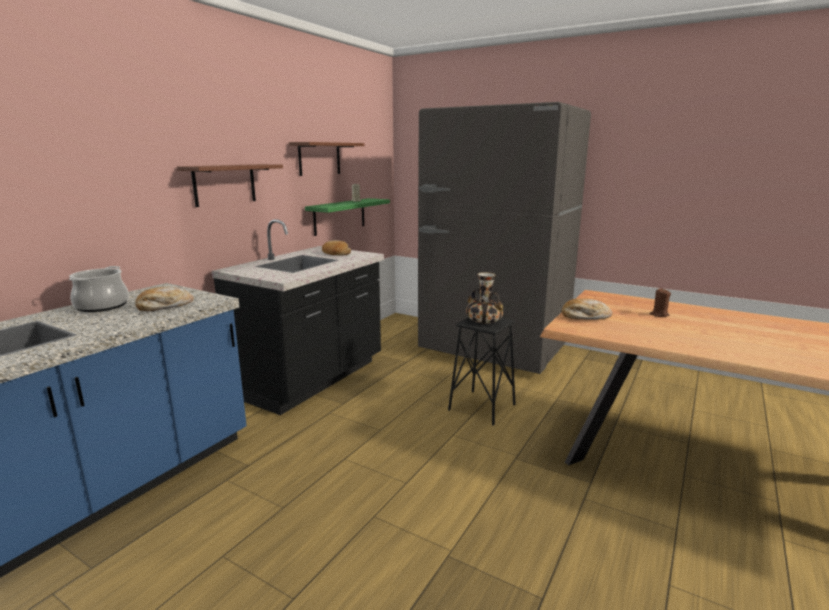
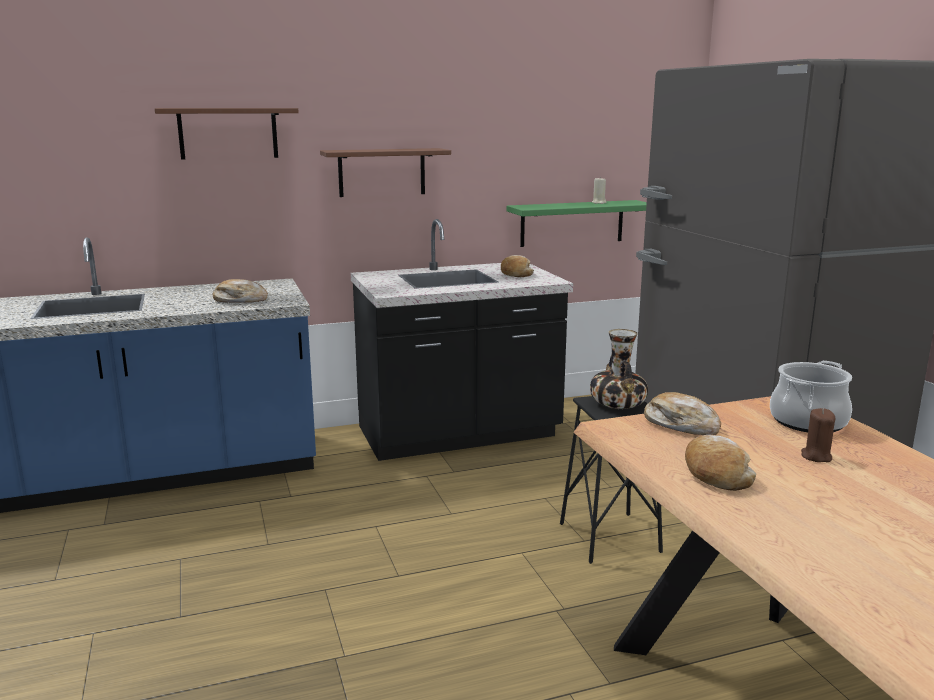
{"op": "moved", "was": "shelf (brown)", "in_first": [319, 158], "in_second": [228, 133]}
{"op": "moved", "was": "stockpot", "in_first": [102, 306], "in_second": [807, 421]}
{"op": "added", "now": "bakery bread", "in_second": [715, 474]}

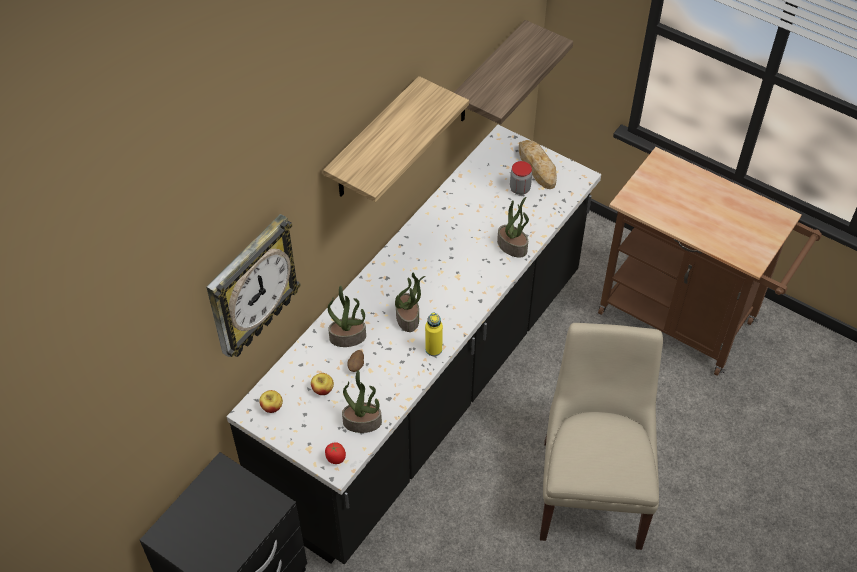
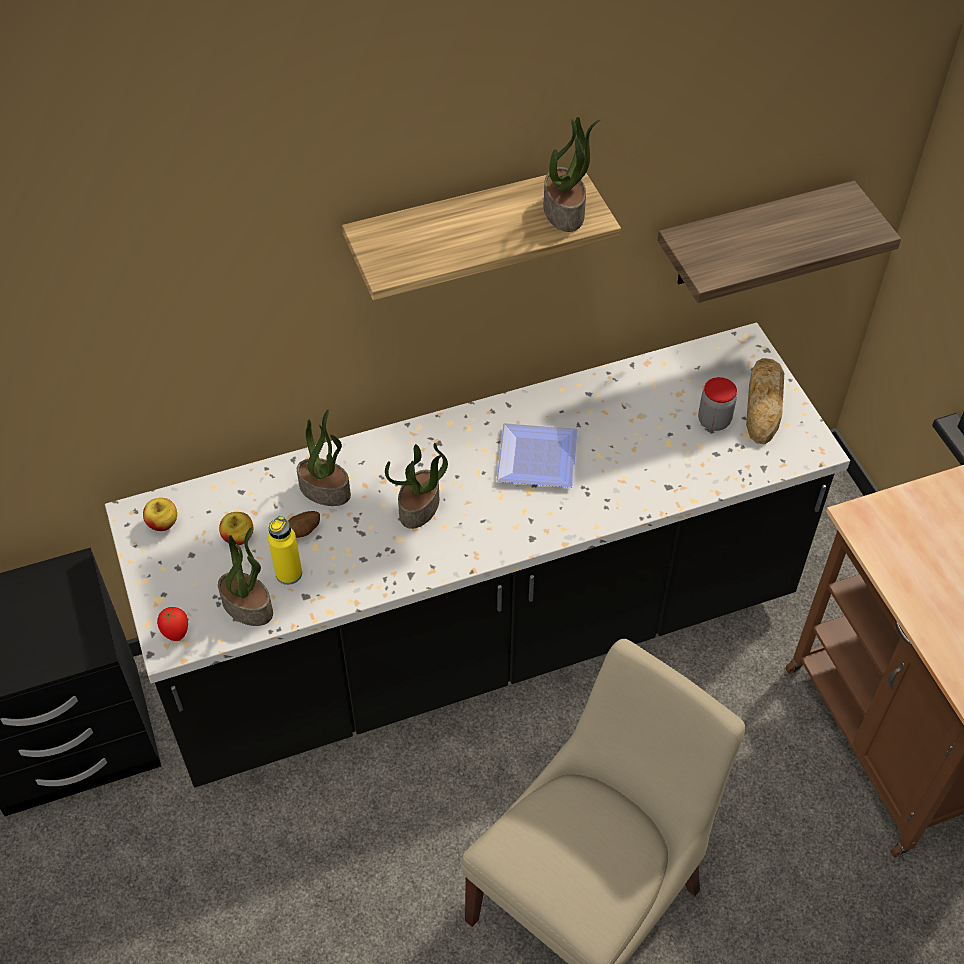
{"op": "moved", "was": "potted plant", "in_first": [513, 246], "in_second": [565, 211]}
{"op": "removed", "was": "hanging clock", "in_first": [251, 288]}
{"op": "moved", "was": "beverage bottle (yellow)", "in_first": [433, 349], "in_second": [289, 573]}
{"op": "added", "now": "dinner plate", "in_second": [540, 456]}

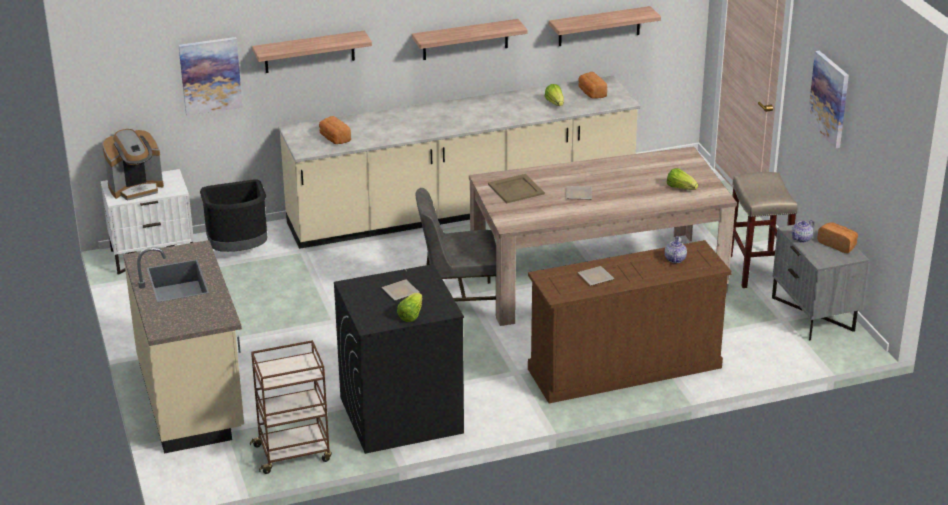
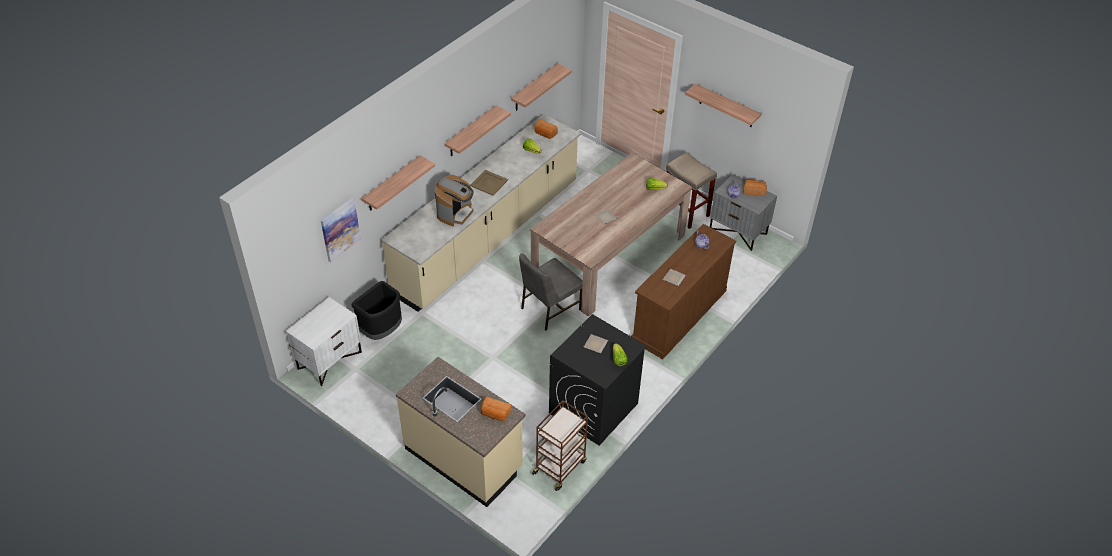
{"op": "replaced", "was": "wall picture", "now": "shelf", "in_first": [829, 99], "in_second": [726, 106]}
{"op": "moved", "was": "bakery bread", "in_first": [334, 138], "in_second": [495, 414]}
{"op": "moved", "was": "coffee maker", "in_first": [136, 188], "in_second": [455, 213]}
{"op": "moved", "was": "carrying tray (sand-coloured)", "in_first": [515, 189], "in_second": [488, 183]}

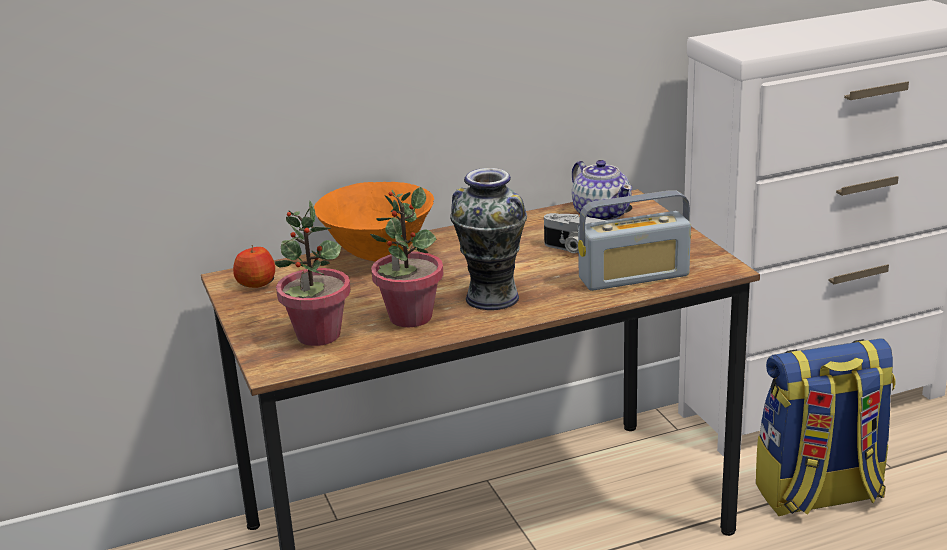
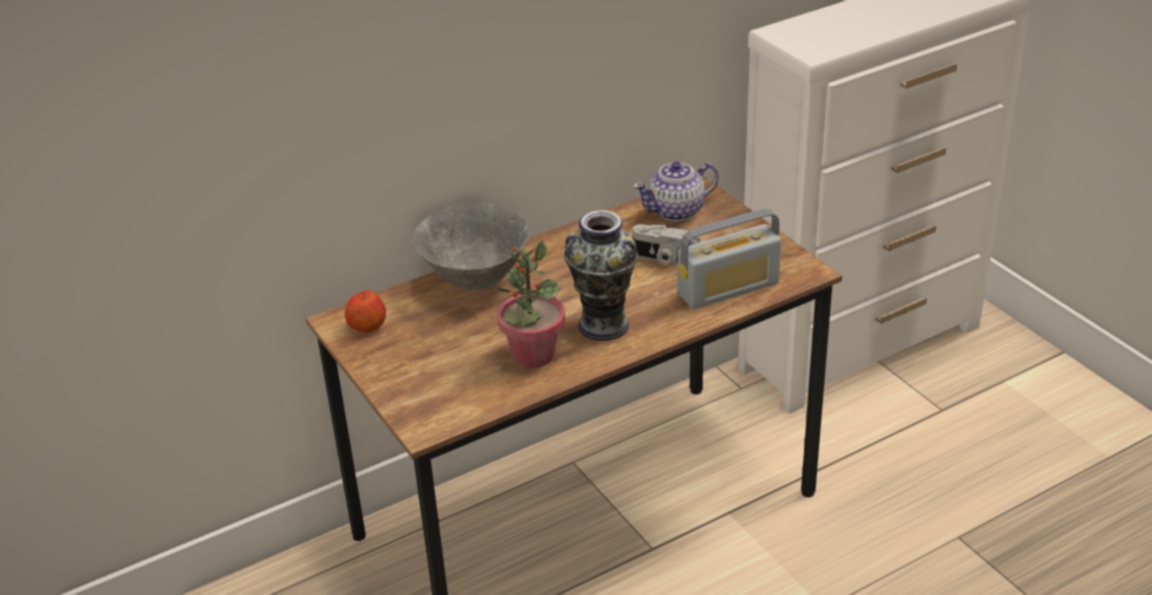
{"op": "turned", "was": "teapot", "in_first": [601, 214], "in_second": [677, 211], "clockwise": 105}
{"op": "recoloured", "was": "bowl (orange)", "now": "bowl (grey)", "in_first": [378, 255], "in_second": [475, 280]}
{"op": "removed", "was": "potted plant", "in_first": [318, 335]}
{"op": "removed", "was": "knapsack", "in_first": [819, 495]}

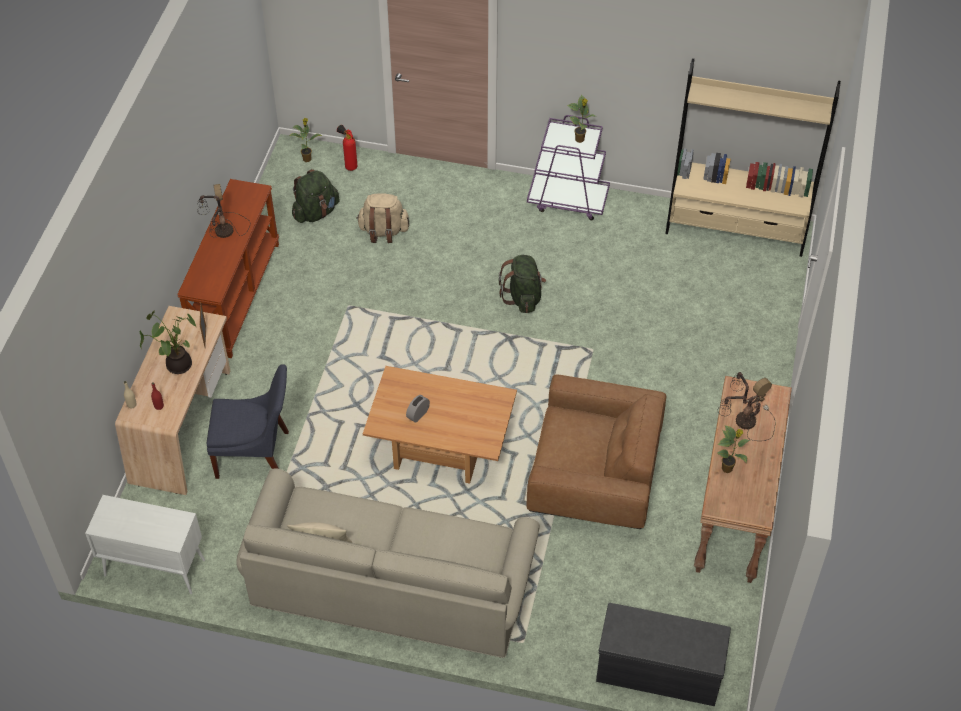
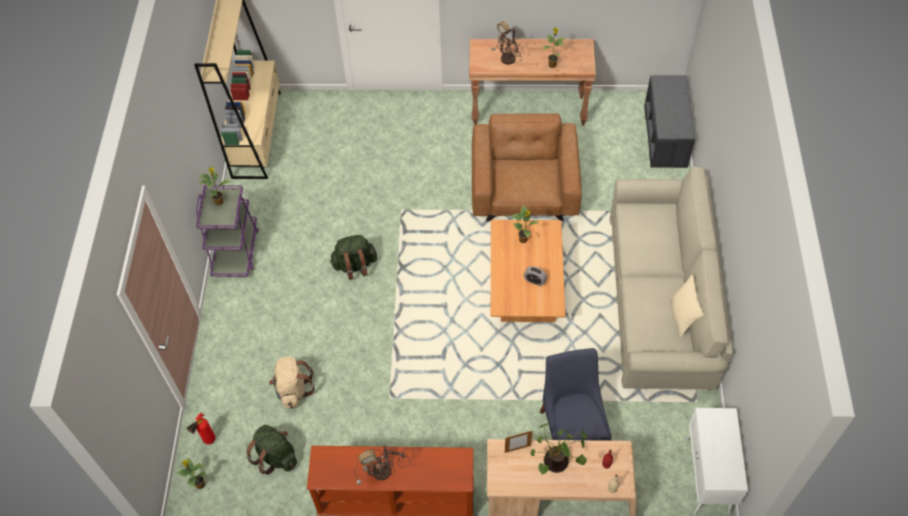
{"op": "added", "now": "potted plant", "in_second": [523, 240]}

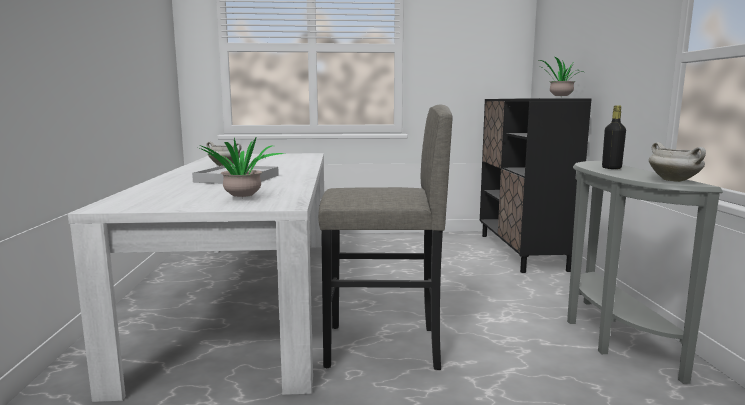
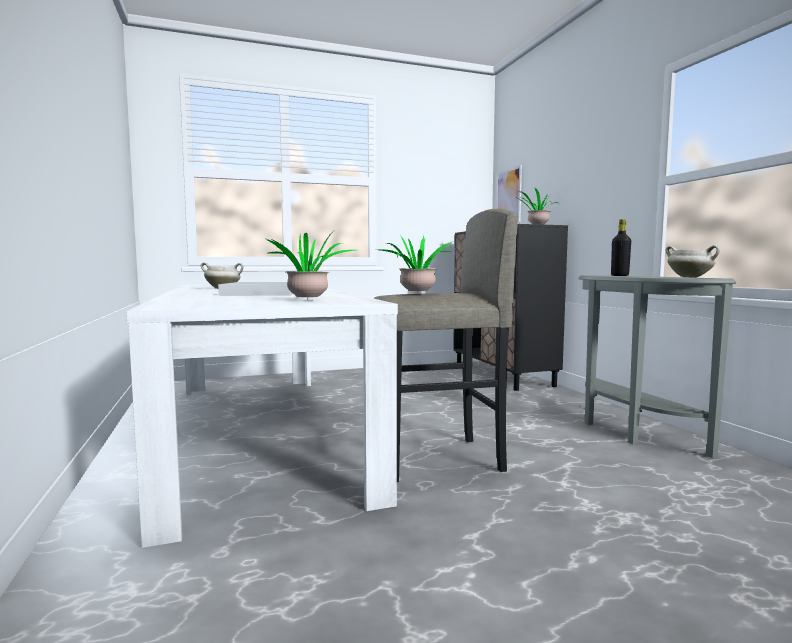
{"op": "added", "now": "wall picture", "in_second": [508, 196]}
{"op": "added", "now": "potted plant", "in_second": [417, 293]}

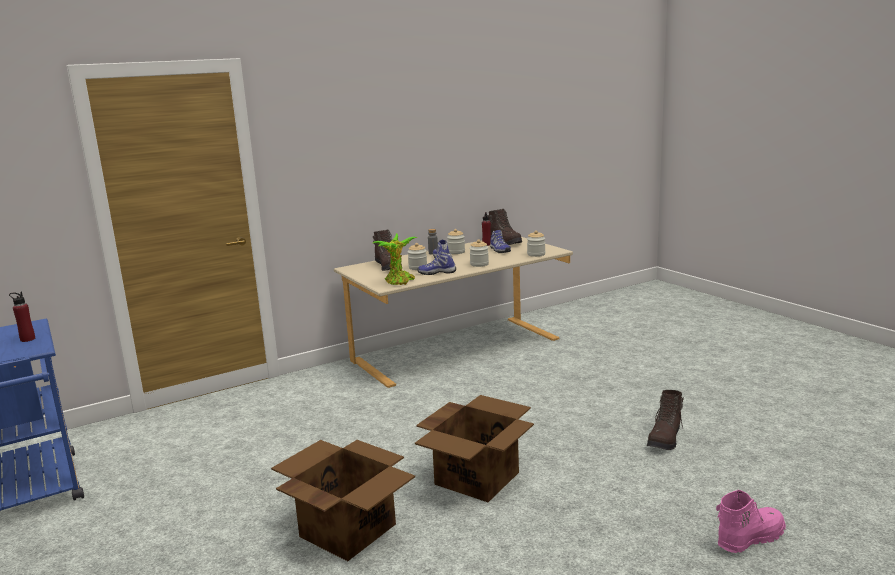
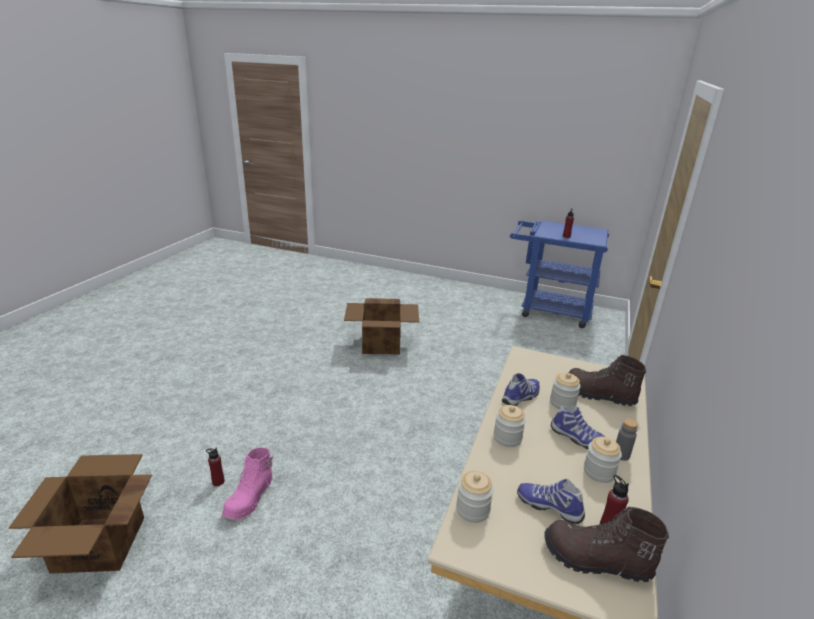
{"op": "removed", "was": "potted plant", "in_first": [399, 282]}
{"op": "replaced", "was": "high-top boot (brown)", "now": "beverage bottle (reddish)", "in_first": [665, 439], "in_second": [218, 481]}
{"op": "moved", "was": "carton", "in_first": [478, 478], "in_second": [98, 545]}
{"op": "moved", "was": "high-top boot (pink-coloured)", "in_first": [749, 538], "in_second": [250, 498]}

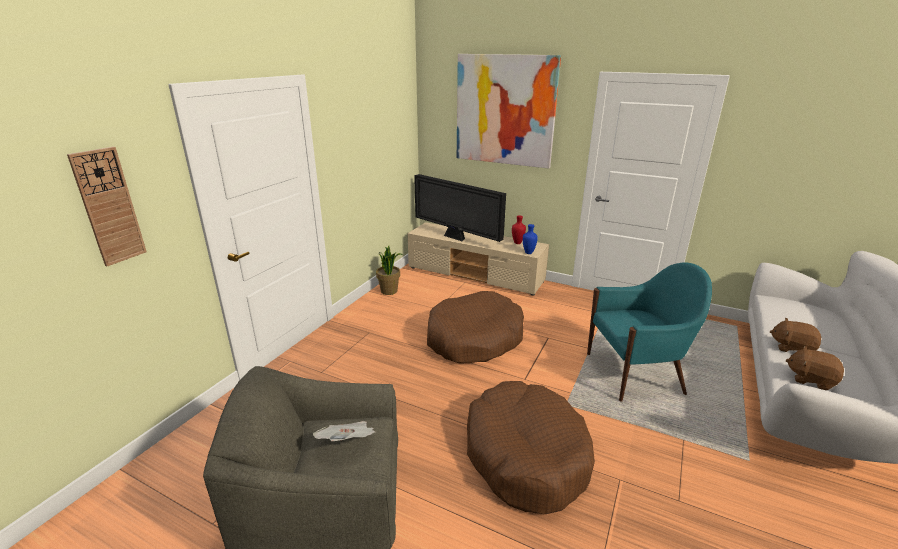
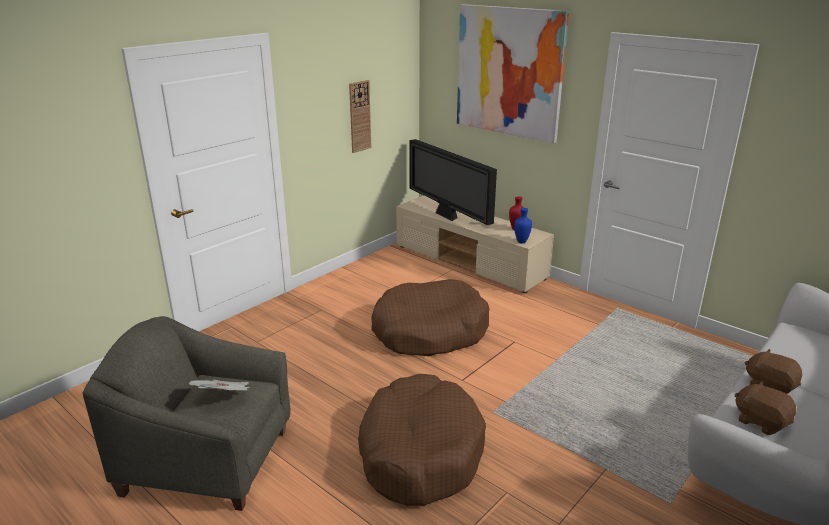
{"op": "moved", "was": "hanging clock", "in_first": [109, 207], "in_second": [359, 116]}
{"op": "removed", "was": "potted plant", "in_first": [389, 291]}
{"op": "removed", "was": "easy chair (turquoise)", "in_first": [636, 373]}

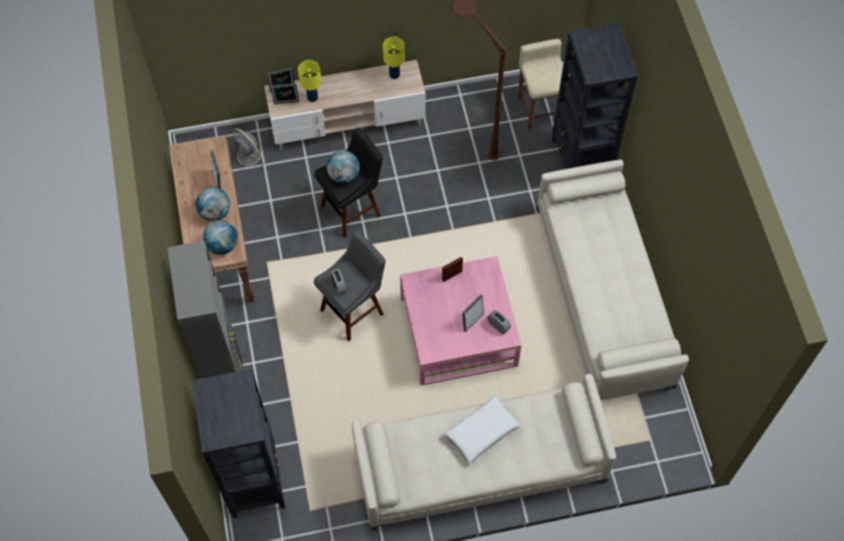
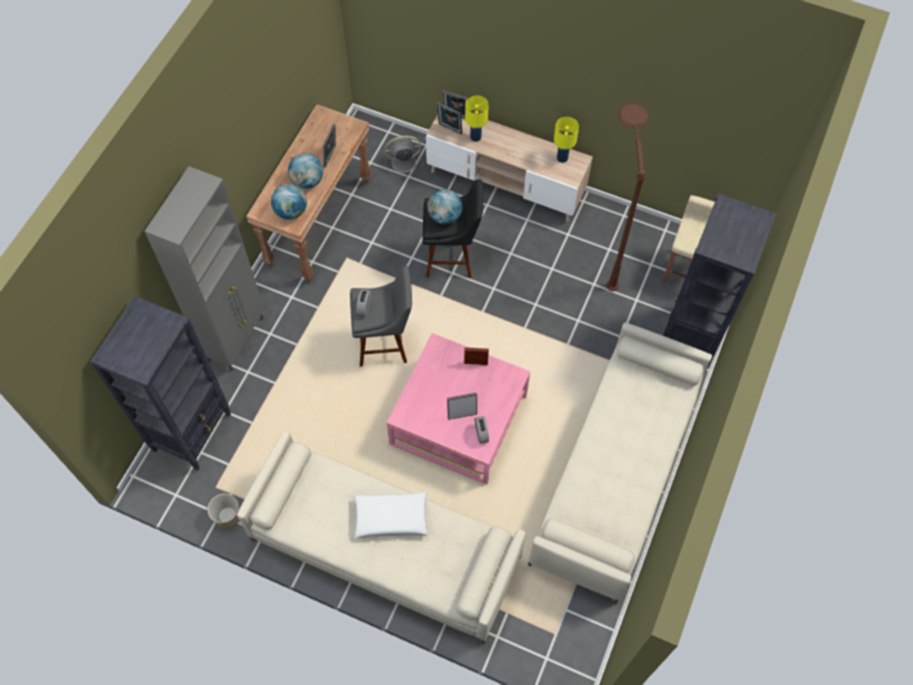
{"op": "turned", "was": "fan (grey)", "in_first": [249, 156], "in_second": [402, 162], "clockwise": 90}
{"op": "added", "now": "plant pot", "in_second": [227, 516]}

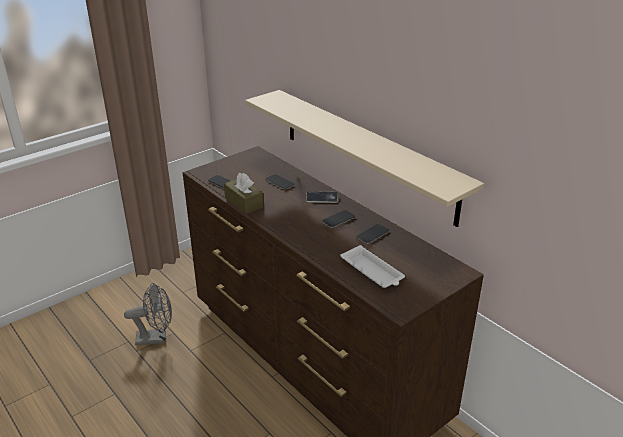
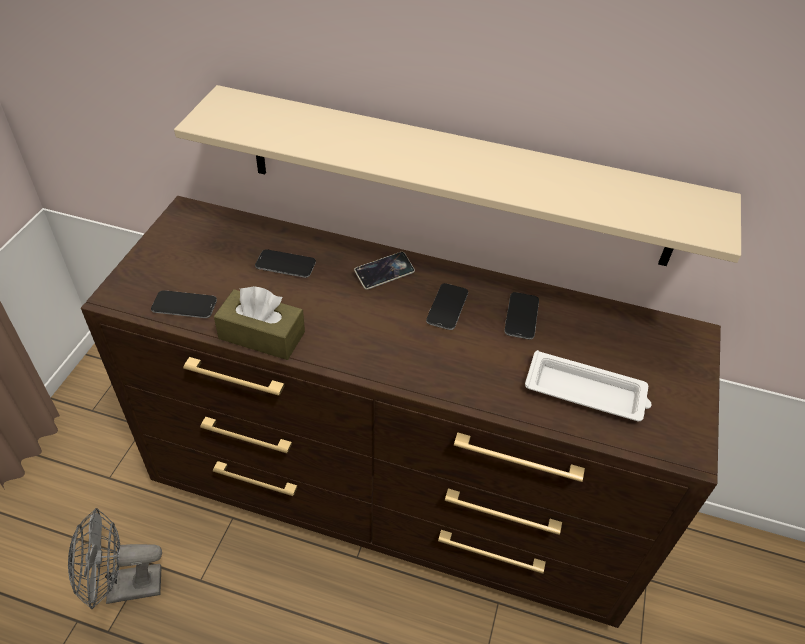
{"op": "turned", "was": "fan (grey)", "in_first": [156, 338], "in_second": [125, 588], "clockwise": -150}

